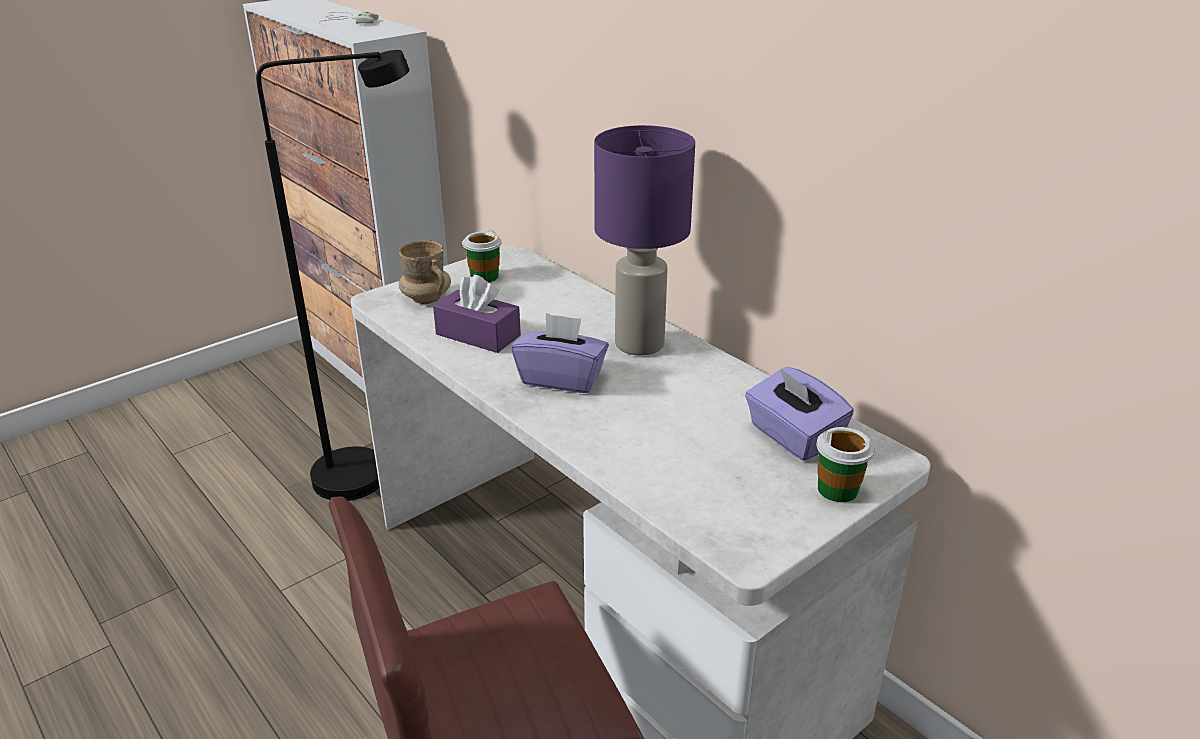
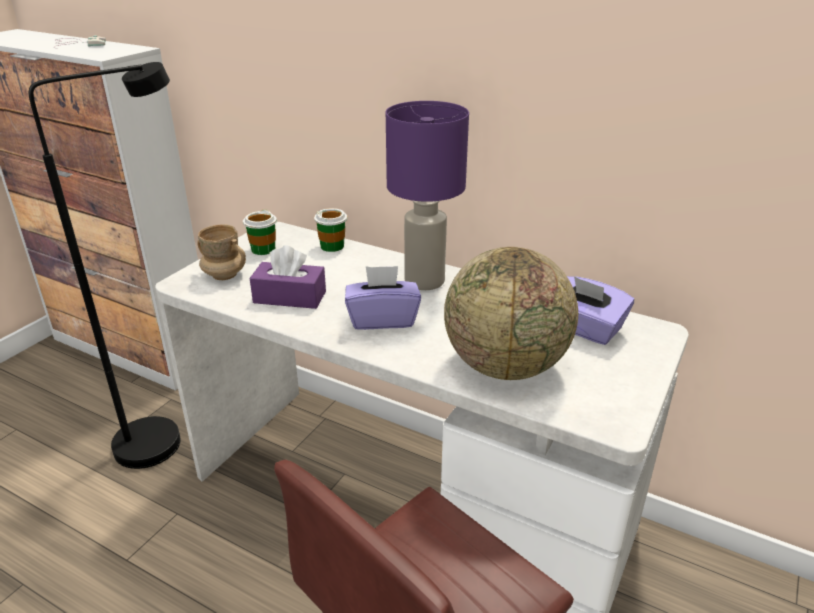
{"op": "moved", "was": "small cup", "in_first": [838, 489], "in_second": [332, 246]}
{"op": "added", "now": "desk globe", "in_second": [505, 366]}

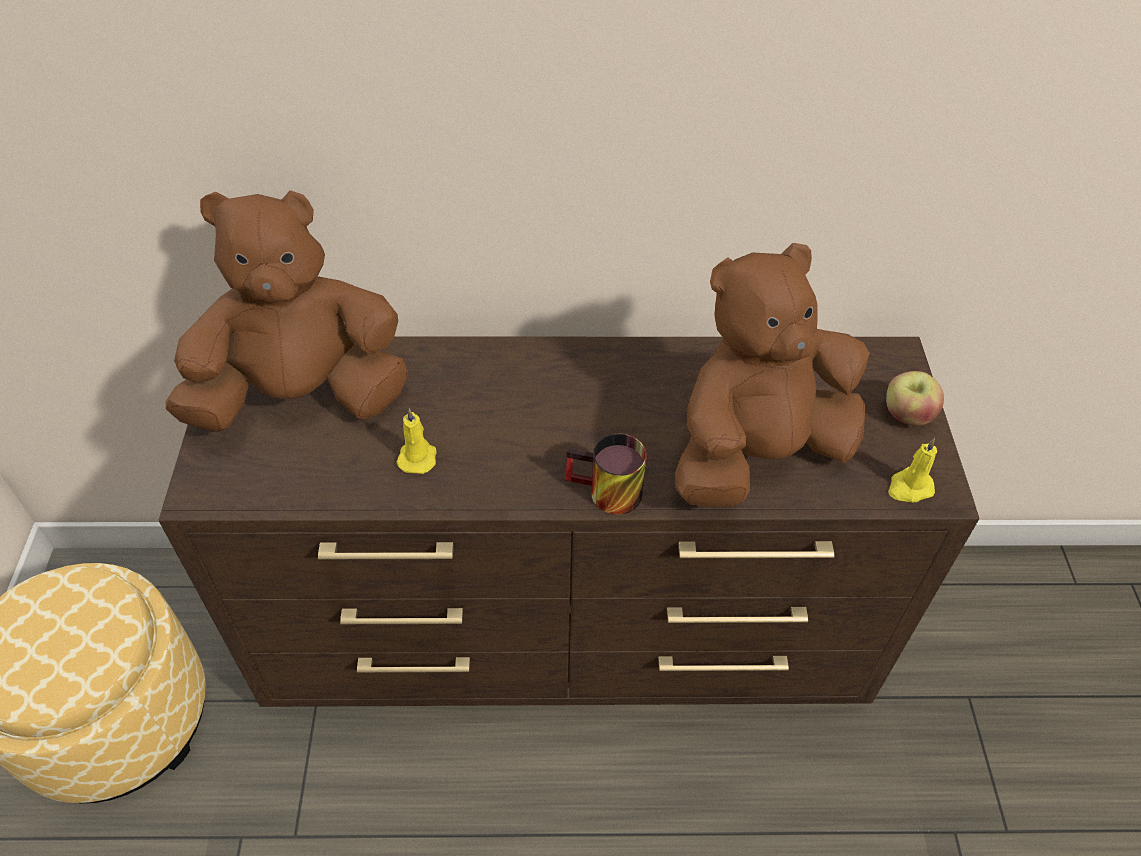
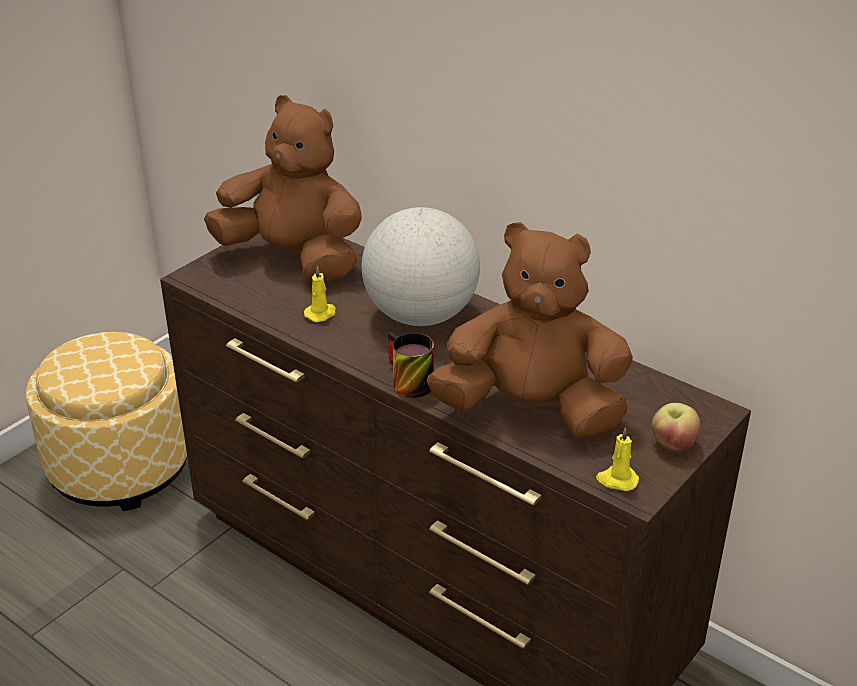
{"op": "added", "now": "desk globe", "in_second": [421, 316]}

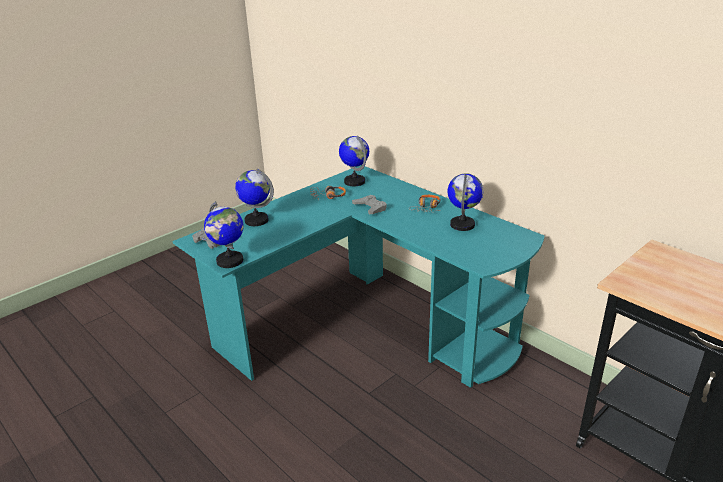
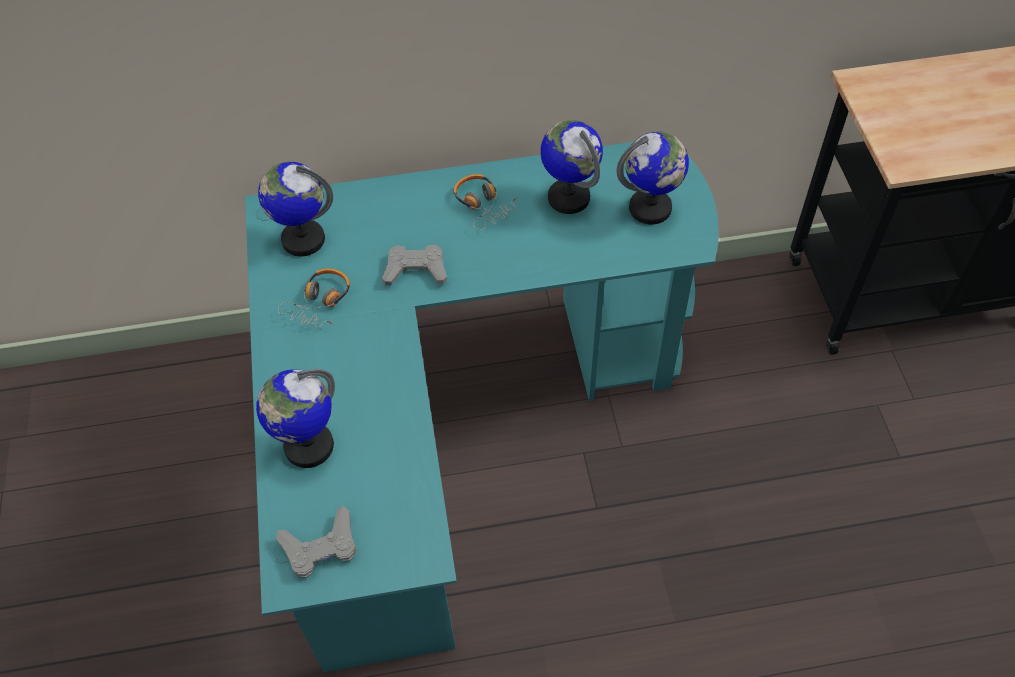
{"op": "moved", "was": "desk globe", "in_first": [229, 261], "in_second": [650, 208]}

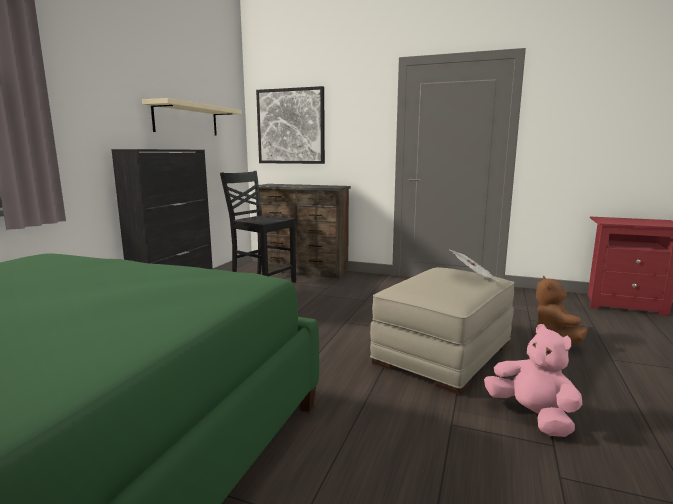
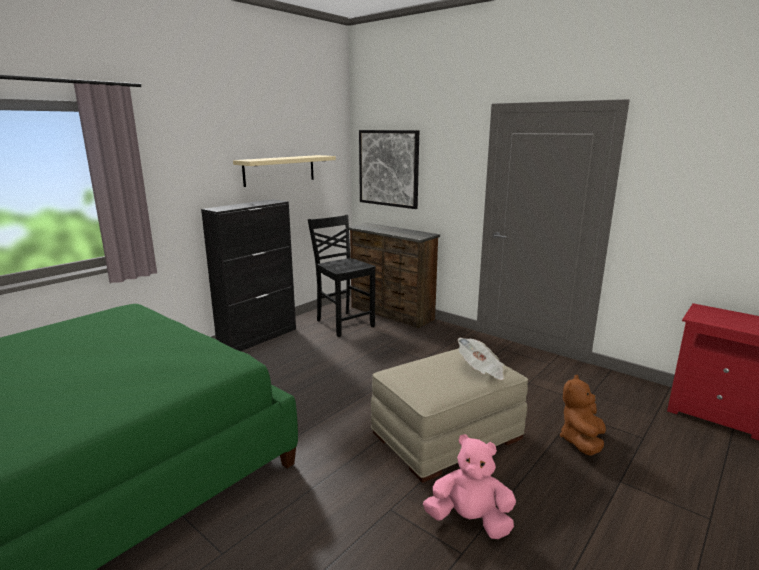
{"op": "turned", "was": "cuddly toy (pink-coloured)", "in_first": [532, 416], "in_second": [470, 521], "clockwise": -60}

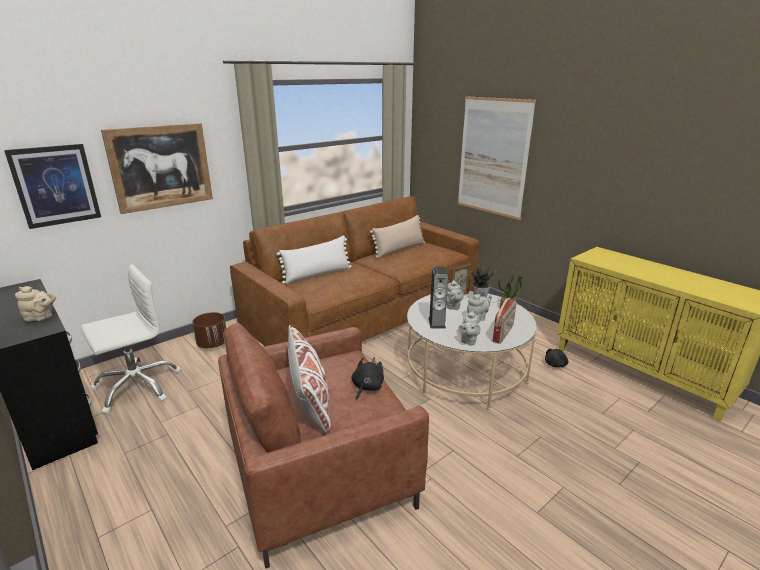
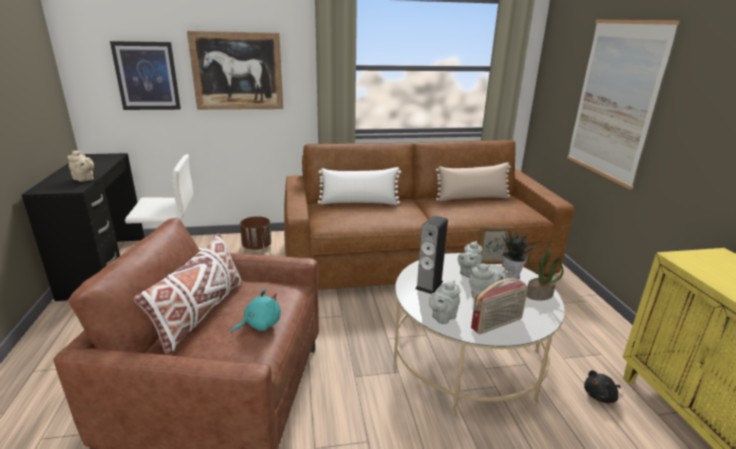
{"op": "recoloured", "was": "cuddly toy (blackish)", "now": "cuddly toy (turquoise)", "in_first": [367, 387], "in_second": [260, 324]}

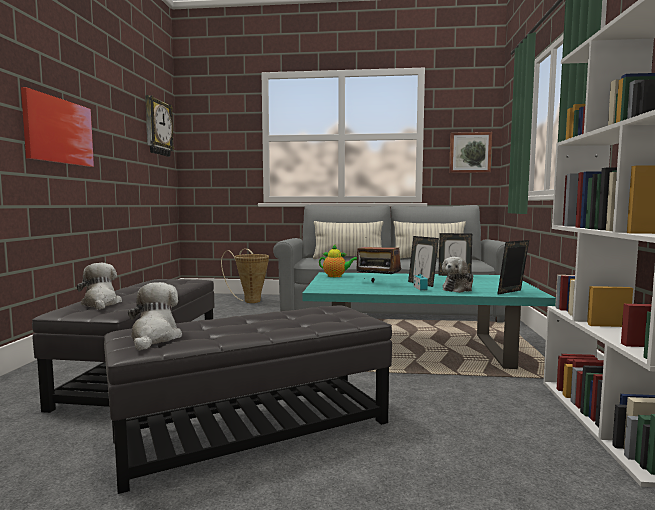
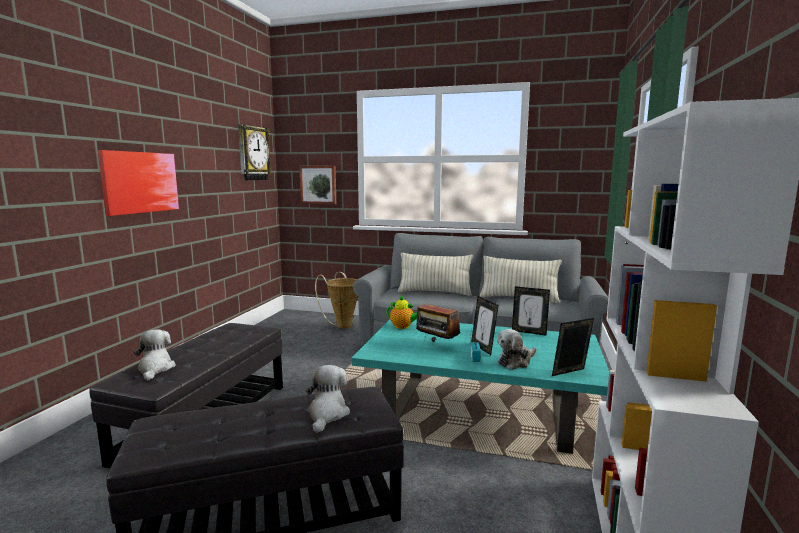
{"op": "moved", "was": "wall picture", "in_first": [470, 152], "in_second": [318, 184]}
{"op": "moved", "was": "cuddly toy", "in_first": [154, 338], "in_second": [327, 414]}

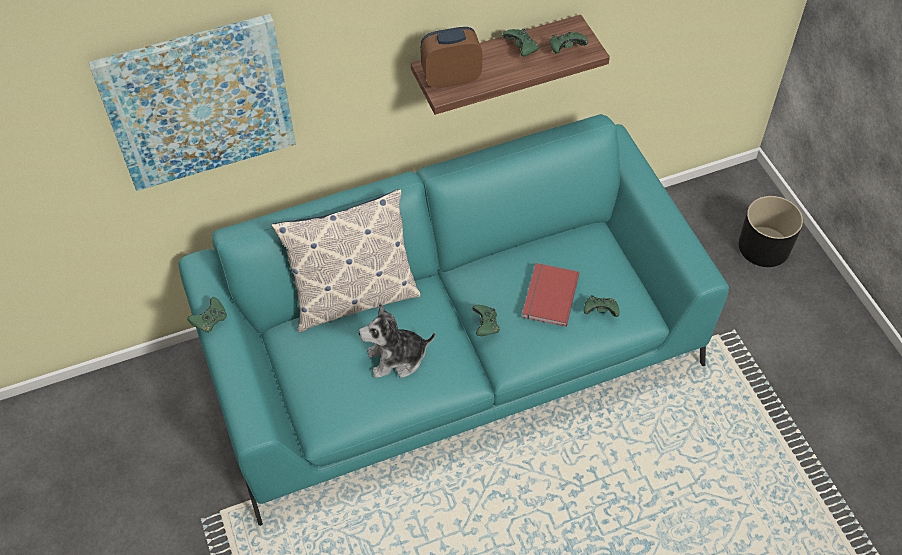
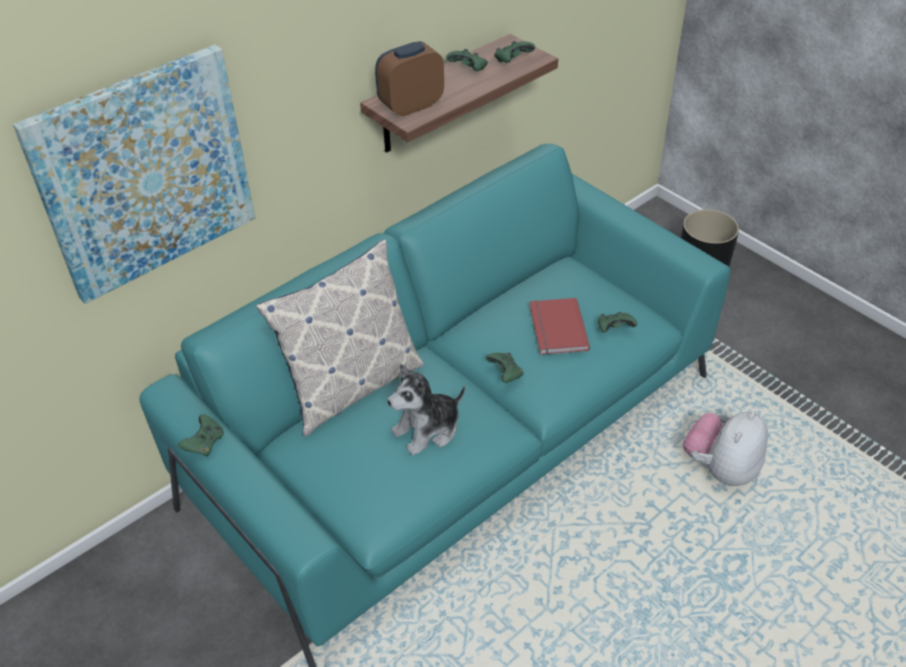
{"op": "added", "now": "cuddly toy", "in_second": [721, 468]}

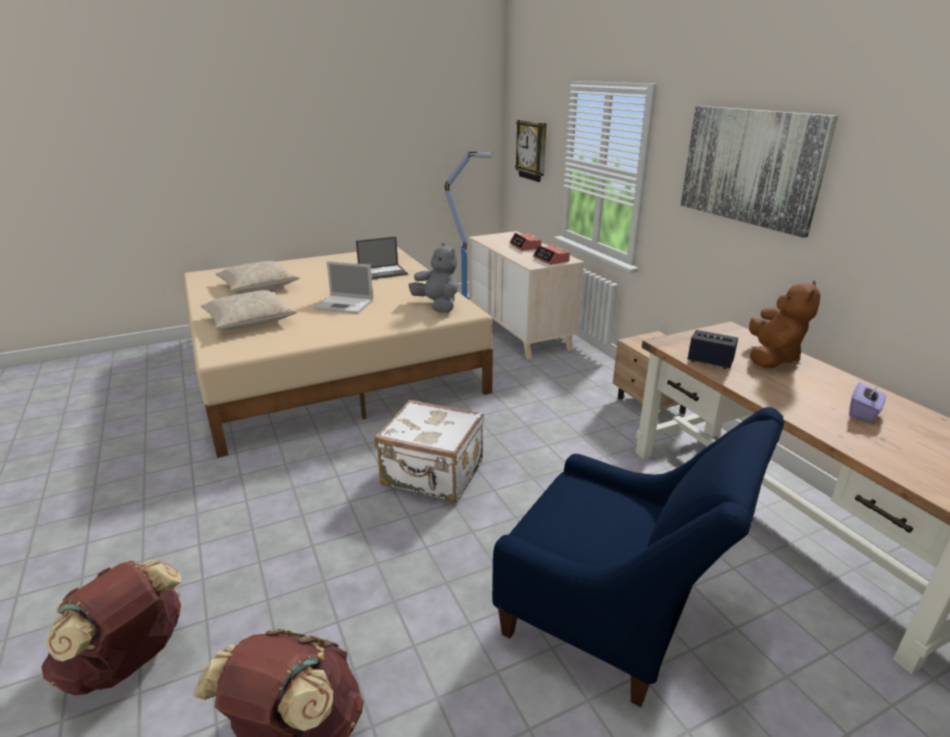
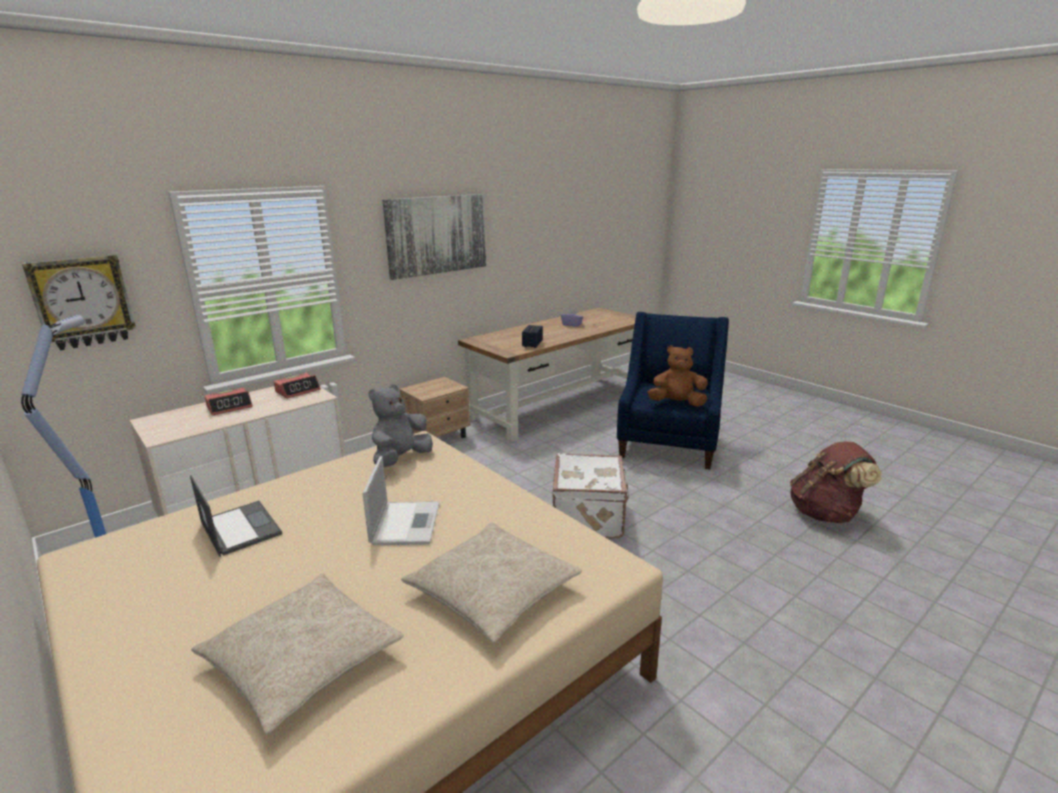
{"op": "moved", "was": "cuddly toy (brown)", "in_first": [771, 358], "in_second": [676, 403]}
{"op": "removed", "was": "knapsack (brown)", "in_first": [129, 662]}

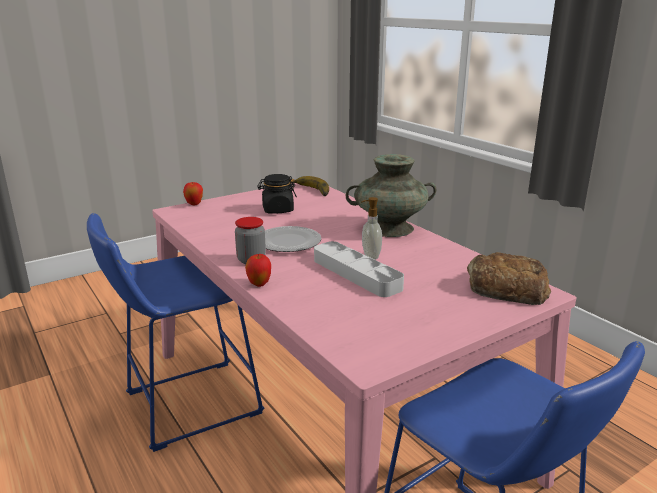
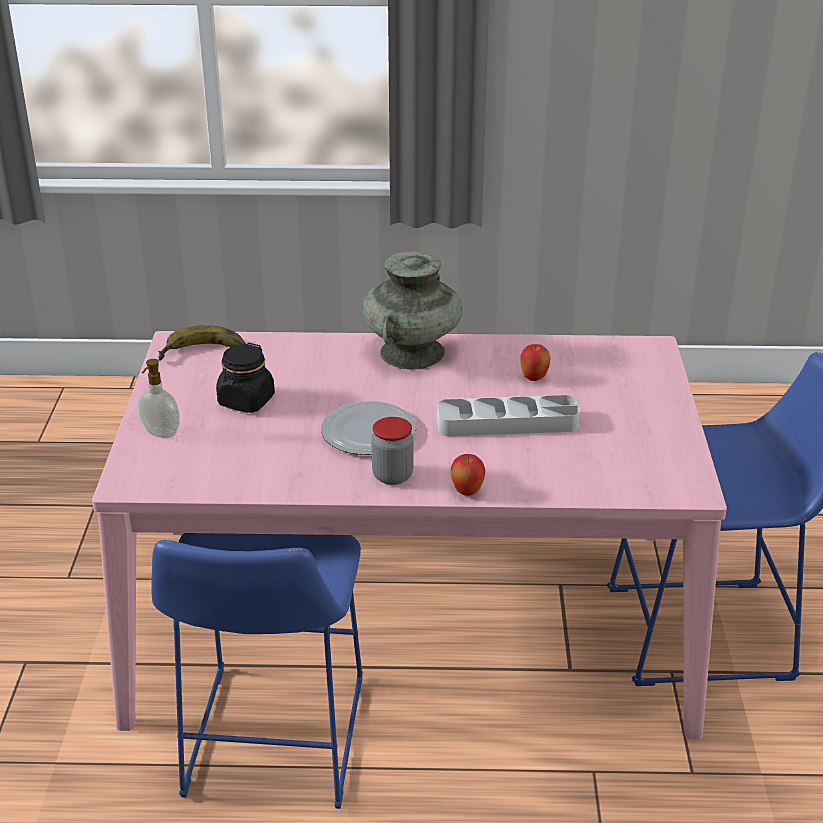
{"op": "moved", "was": "apple fruit", "in_first": [194, 204], "in_second": [534, 378]}
{"op": "moved", "was": "liquid soap bottle", "in_first": [370, 256], "in_second": [160, 434]}
{"op": "removed", "was": "bakery bread", "in_first": [506, 287]}

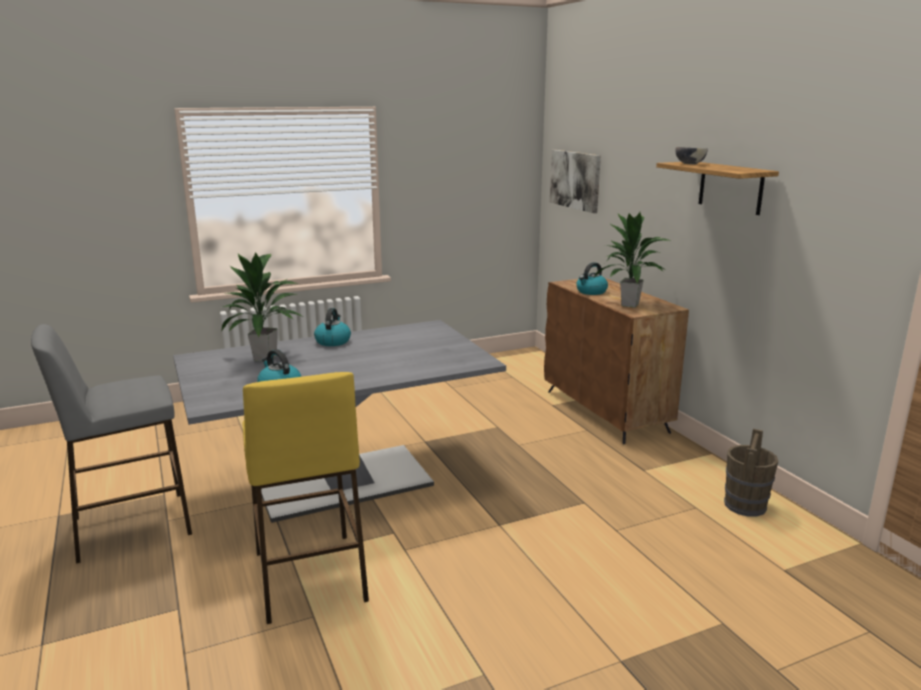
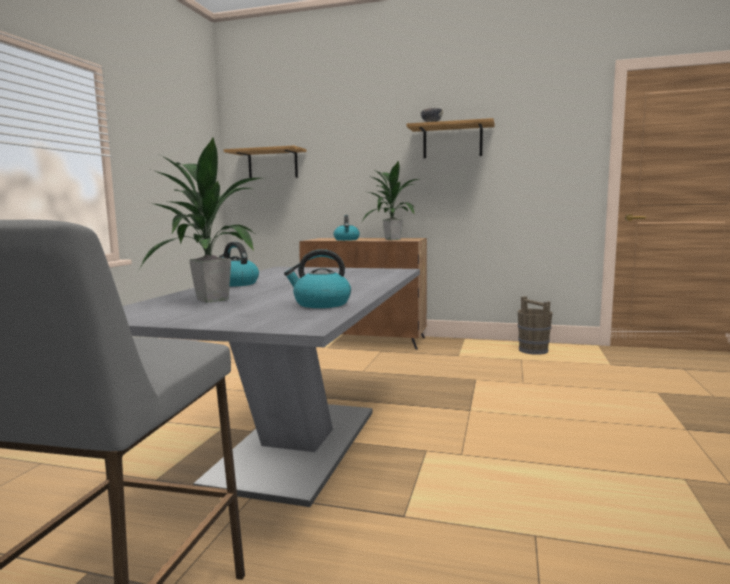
{"op": "replaced", "was": "wall picture", "now": "shelf", "in_first": [575, 180], "in_second": [272, 164]}
{"op": "removed", "was": "stool (yellow)", "in_first": [310, 577]}

